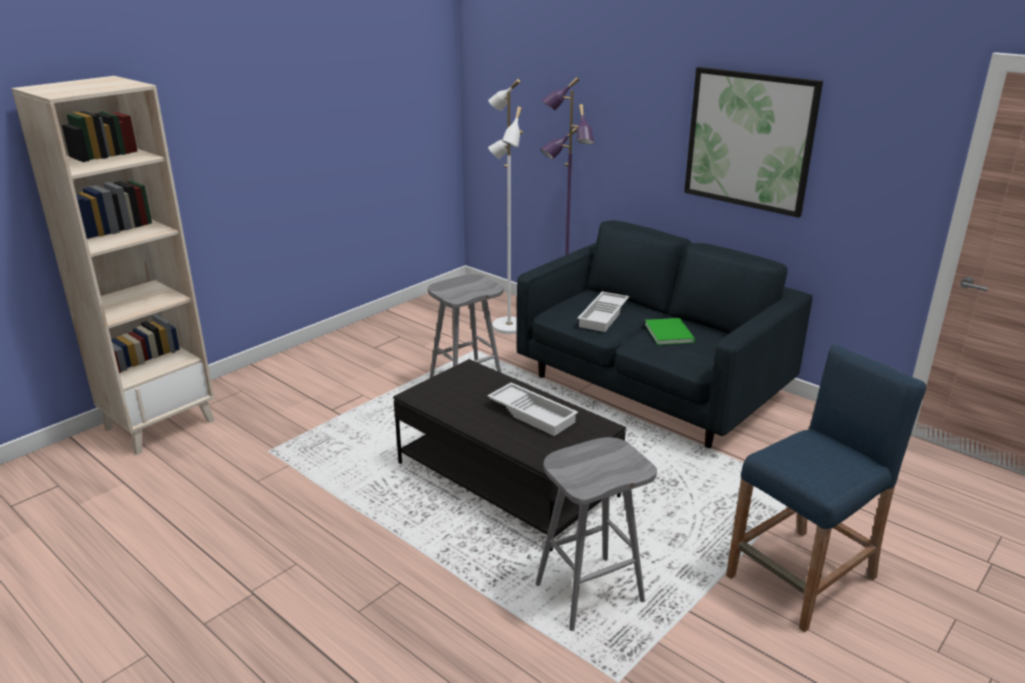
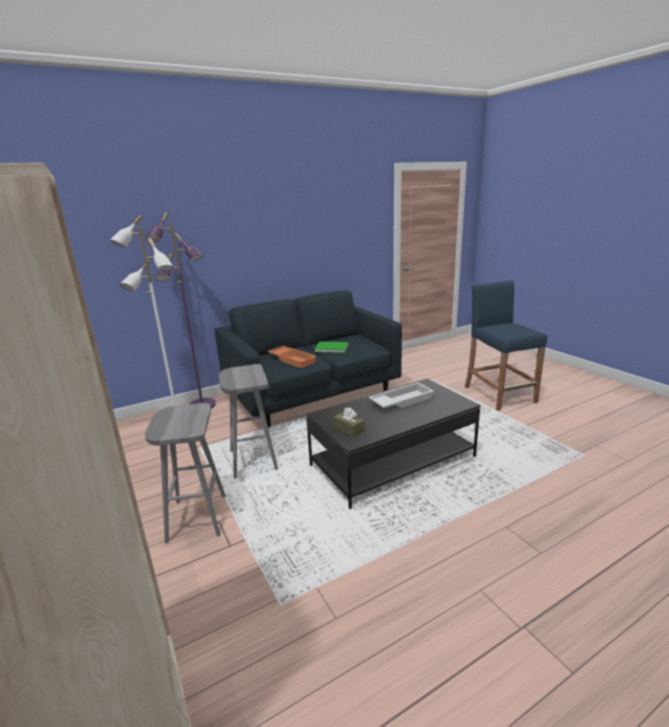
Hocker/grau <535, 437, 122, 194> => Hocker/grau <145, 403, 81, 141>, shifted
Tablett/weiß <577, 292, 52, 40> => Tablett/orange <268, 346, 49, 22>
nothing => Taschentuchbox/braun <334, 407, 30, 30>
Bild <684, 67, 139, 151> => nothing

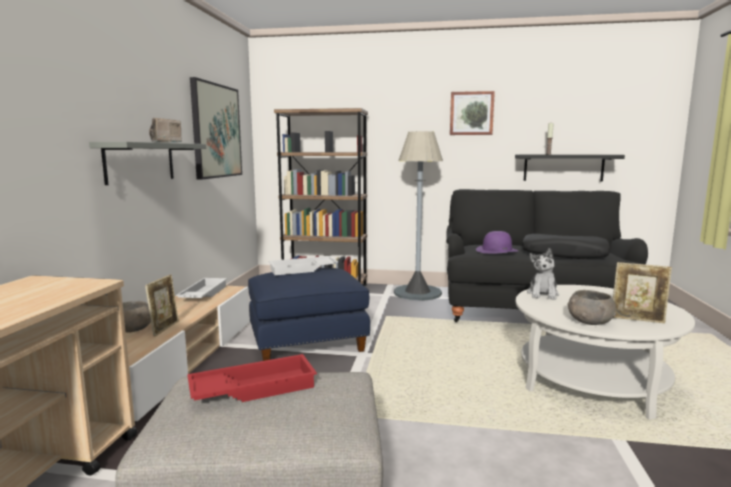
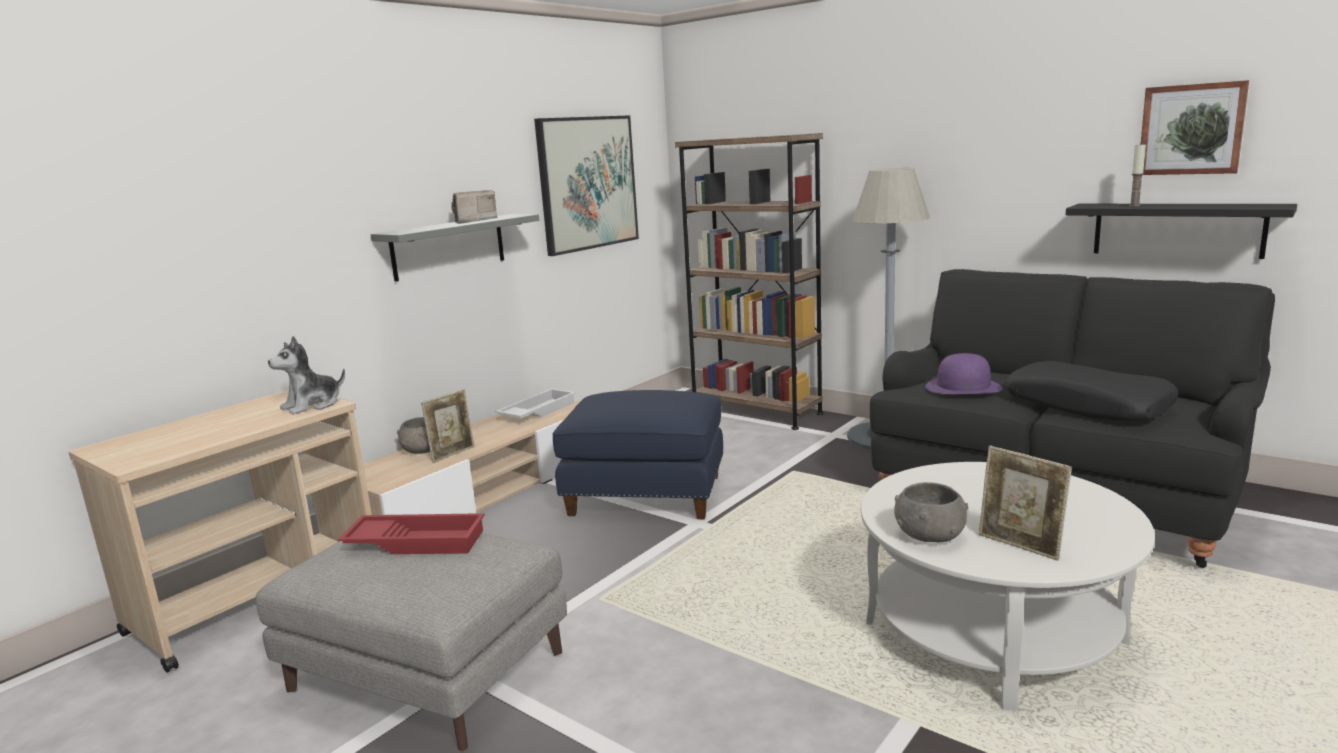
Plüschtier <527, 248, 32, 52> => Plüschtier <268, 336, 77, 79>, shifted
Bild <450, 91, 45, 44> => Bild <1141, 80, 108, 95>, shifted
Tablett/weiß <269, 256, 69, 19> => nothing

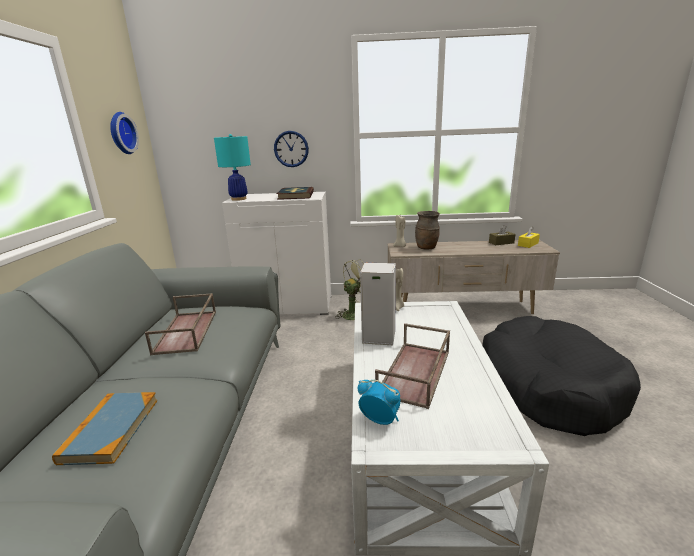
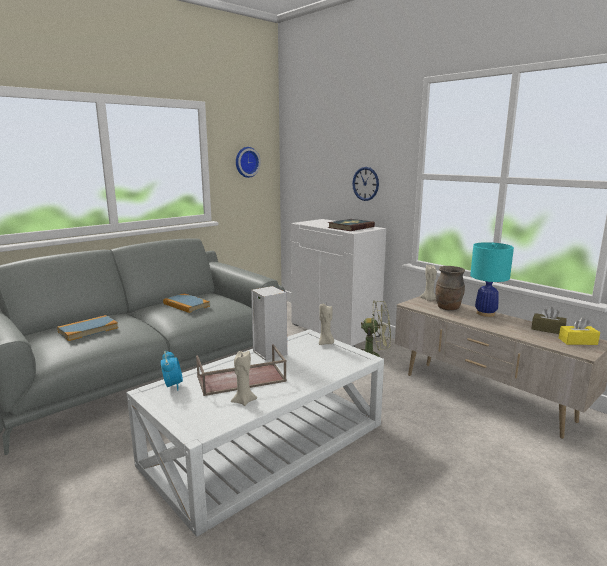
Tablett/braun <145, 293, 71, 62> => Buch <163, 294, 47, 19>
nothing => Kerze/beige <231, 351, 26, 55>
Tischlampe/türkis <214, 134, 37, 67> => Tischlampe/türkis <470, 242, 44, 75>, shifted
Hundebett/schwarz <482, 316, 159, 120> => nothing

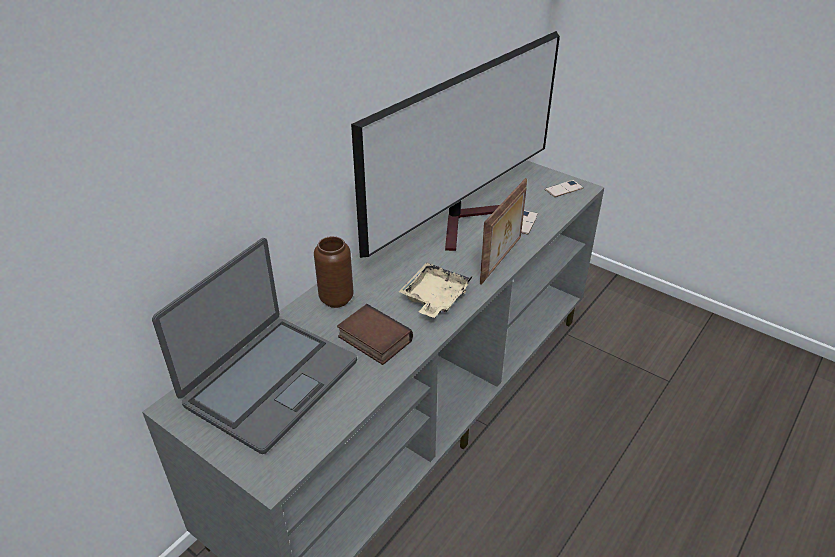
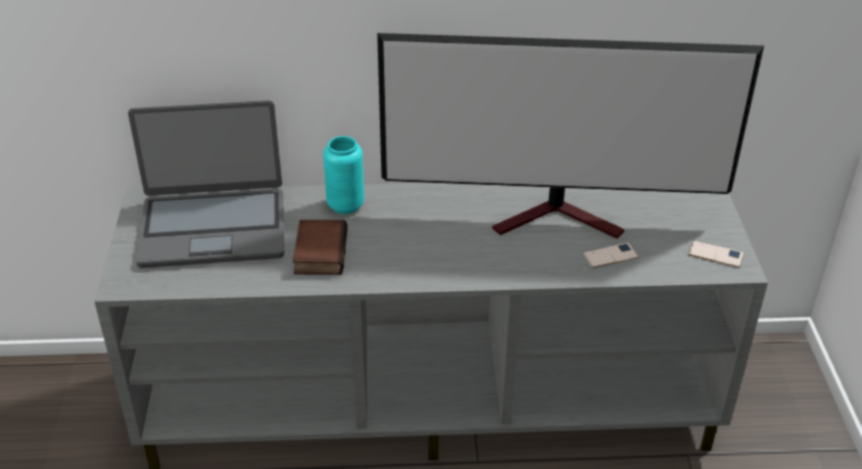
Vase/braun <314, 236, 39, 72> => Vase/türkis <323, 136, 41, 78>
Tablett/beige <399, 262, 73, 56> => nothing
Bilderrahmen <480, 178, 47, 107> => nothing

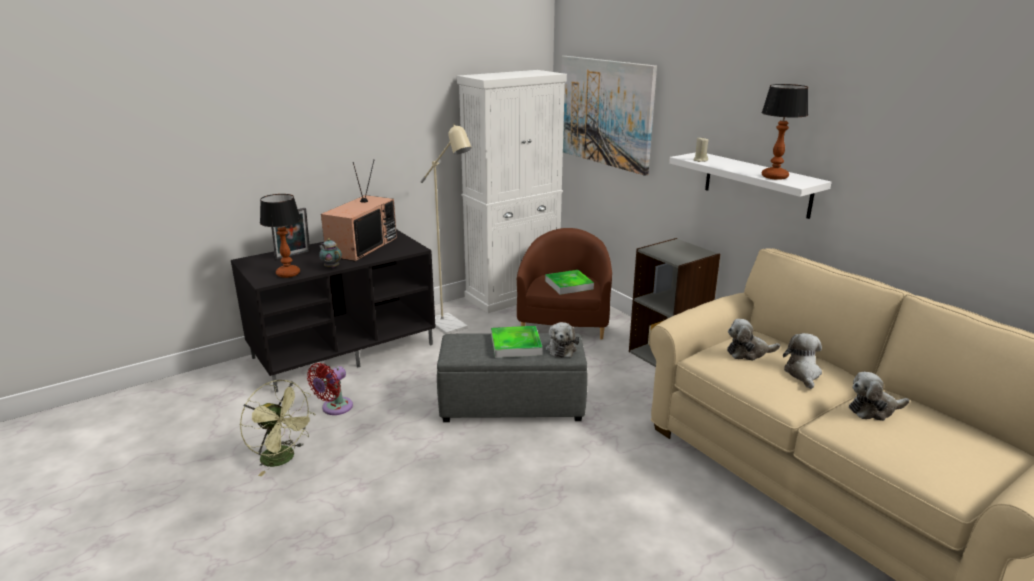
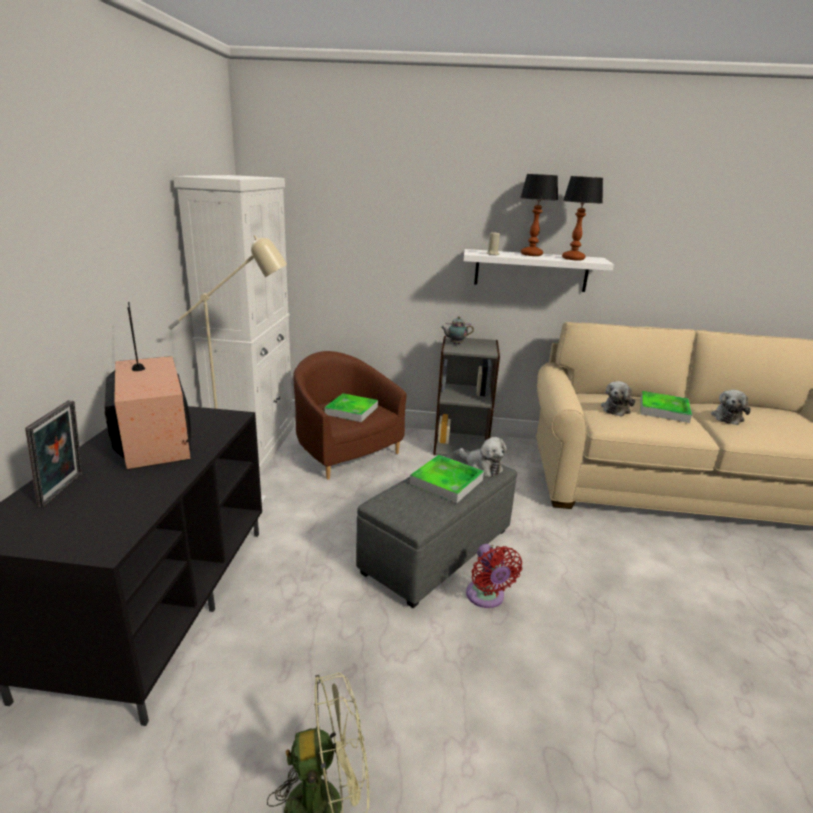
Teekanne <319, 238, 23, 30> => Teekanne <441, 316, 33, 28>, shifted
Ventilator/rot <307, 363, 46, 52> => Ventilator/rot <466, 544, 56, 64>, shifted
Tischlampe <260, 194, 41, 84> => Tischlampe <520, 174, 38, 82>, shifted
Plüschtier <783, 333, 39, 56> => Tablett <641, 391, 51, 32>
Bild <561, 56, 96, 120> => nothing

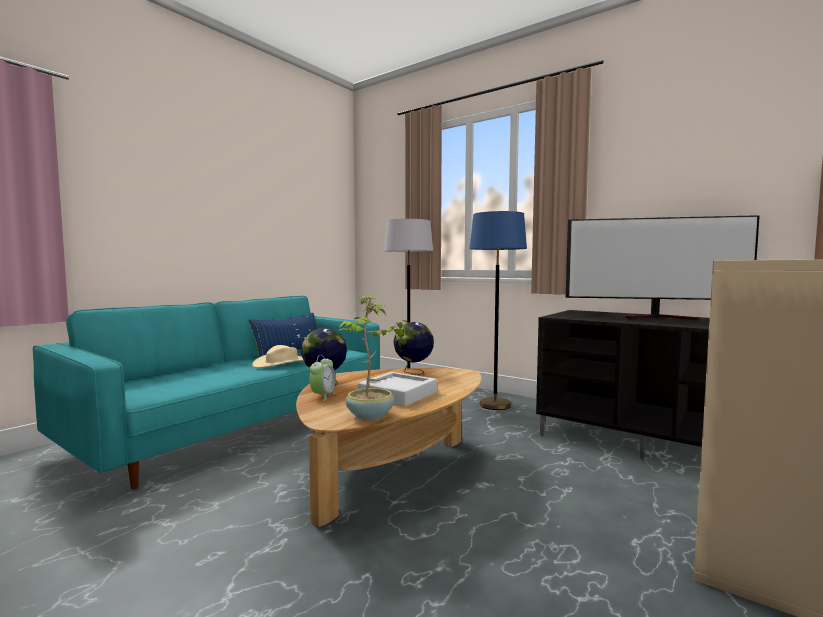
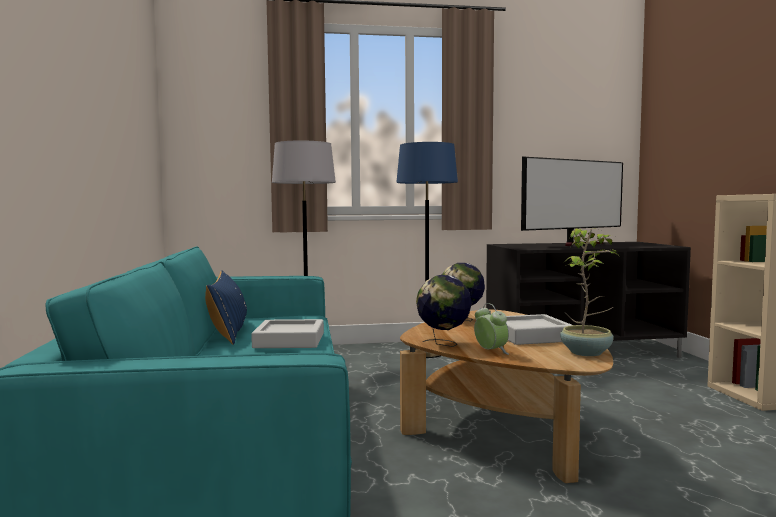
Hut/beige <252, 345, 52, 23> => Tablett/grau <251, 319, 73, 29>

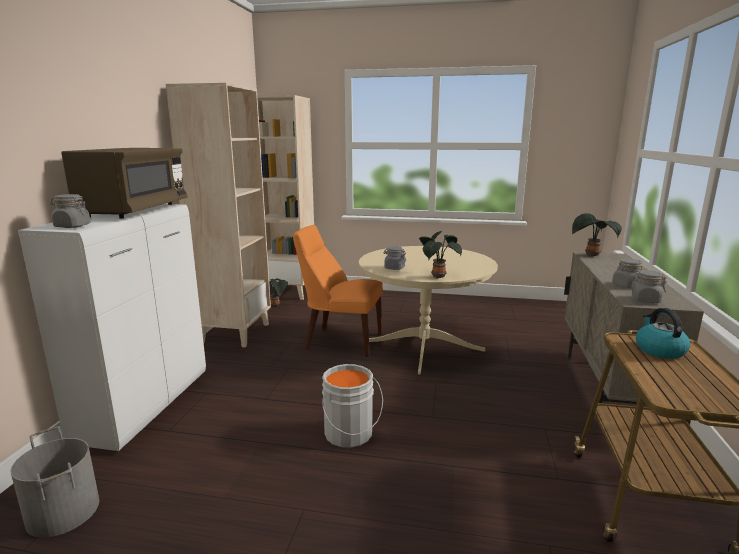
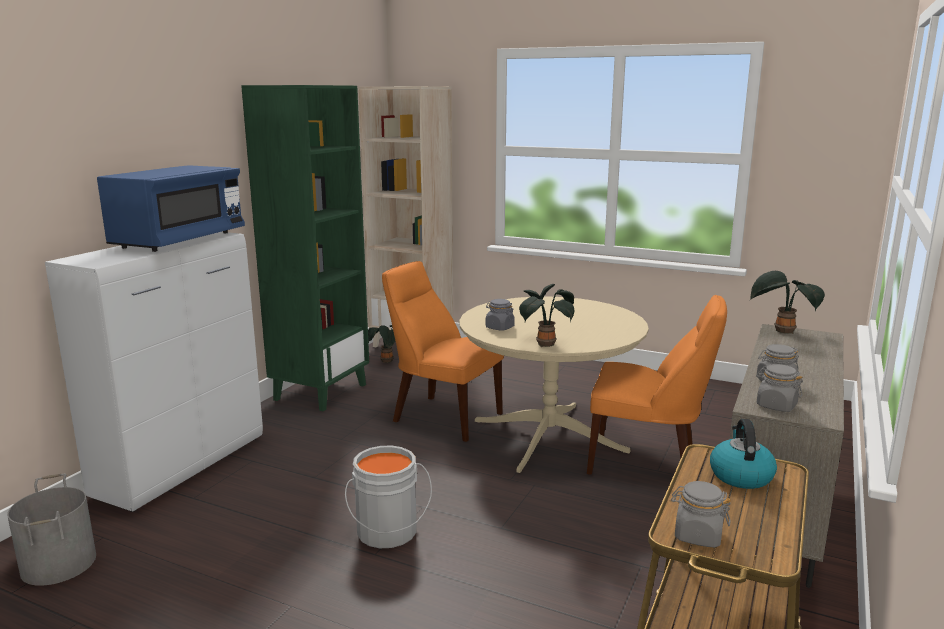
Mikrowelle/braun <61, 148, 127, 70> => Mikrowelle/blau <97, 165, 148, 87>
Bücherregal/beige <166, 83, 105, 264> => Bücherregal/grün <241, 85, 128, 326>
nothing => Stuhl/orange <587, 295, 140, 180>
Vorratsglas/grau <50, 194, 41, 34> => Vorratsglas/grau <671, 481, 60, 67>, shifted

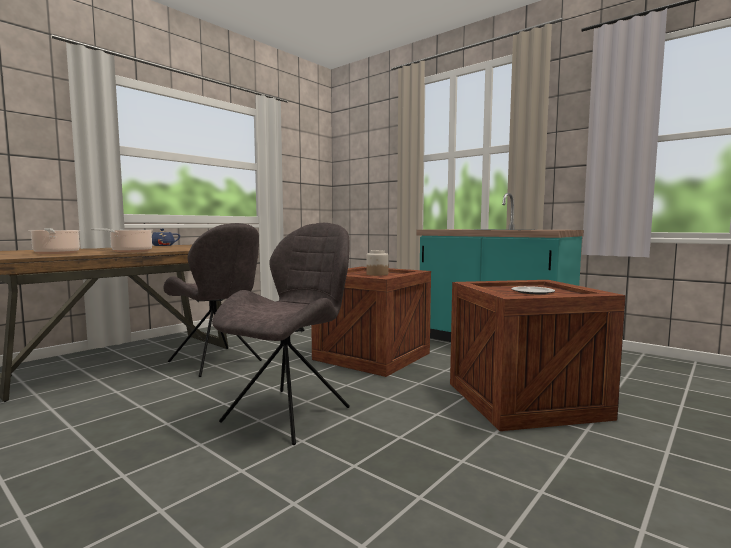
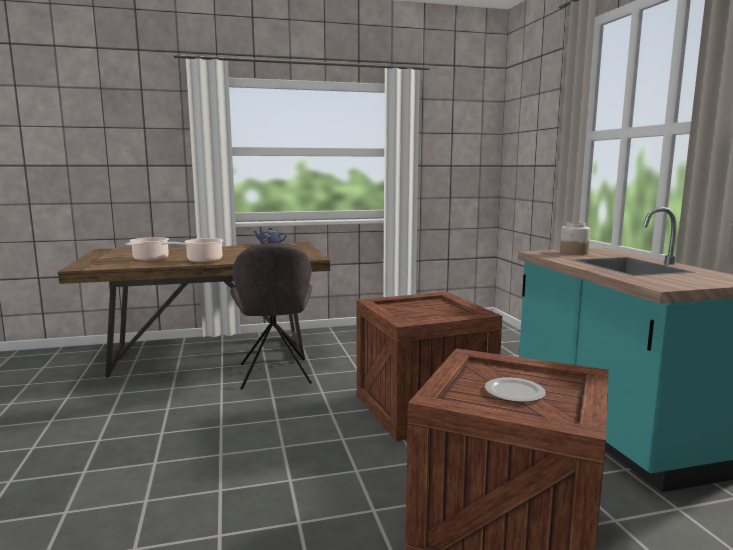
Vorratsglas <366, 250, 23, 26> => Vorratsglas <560, 222, 31, 33>, shifted
Stuhl/grau <212, 223, 138, 222> => nothing

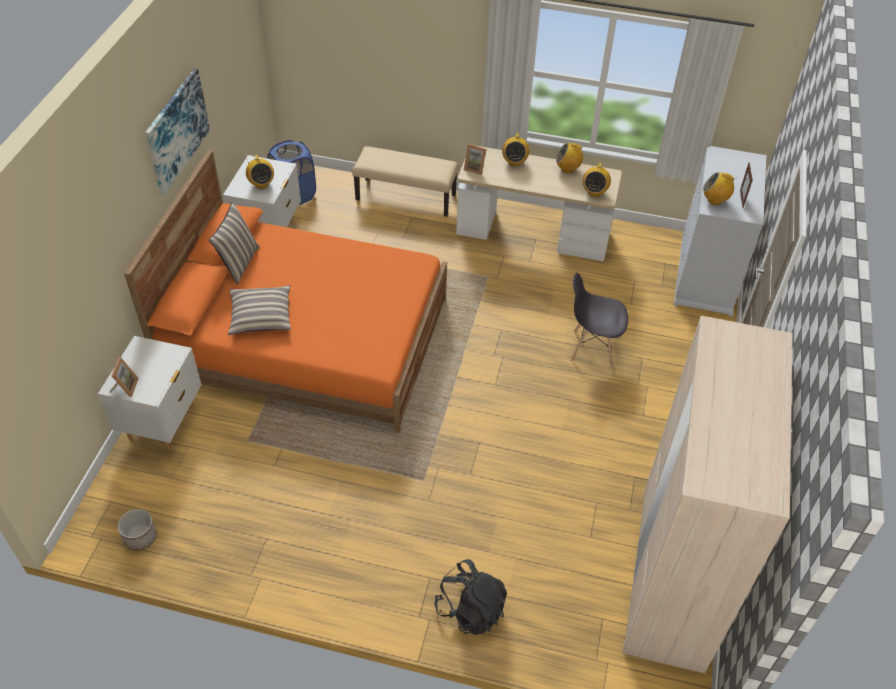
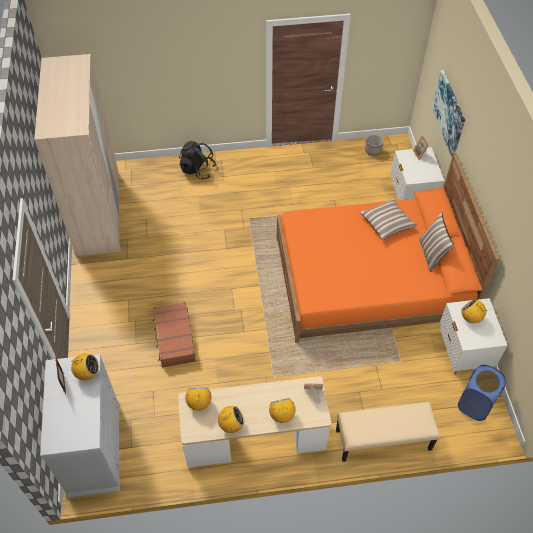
Stuhl/grau <570, 272, 58, 95> => Koffer/braun <153, 302, 43, 66>
Bild <145, 68, 65, 127> => Bild <432, 70, 33, 87>, shifted

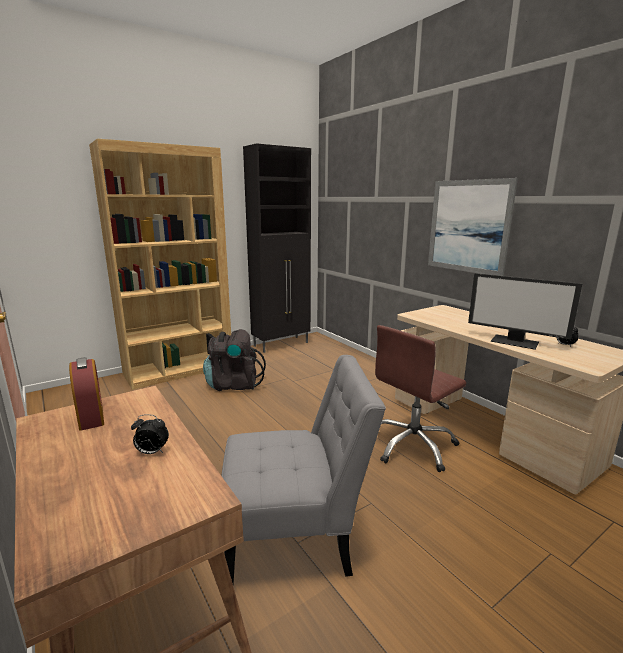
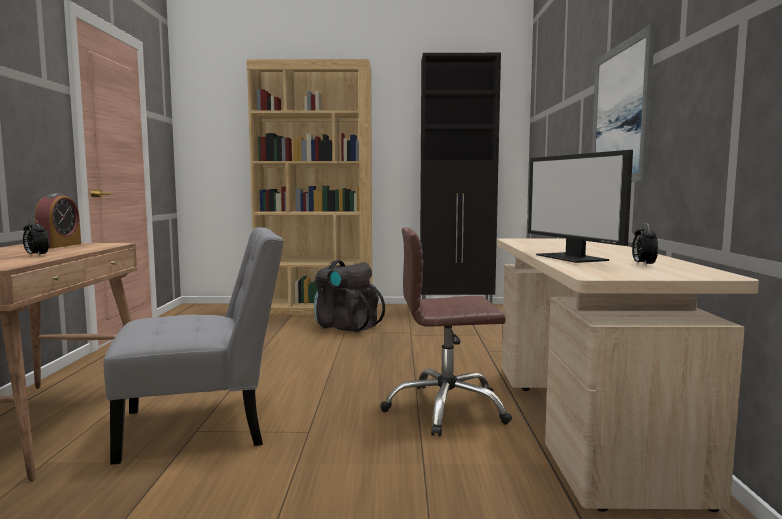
Stuhl/grau <221, 355, 165, 229> => Stuhl/grau <104, 227, 180, 238>, 45 degrees counterclockwise

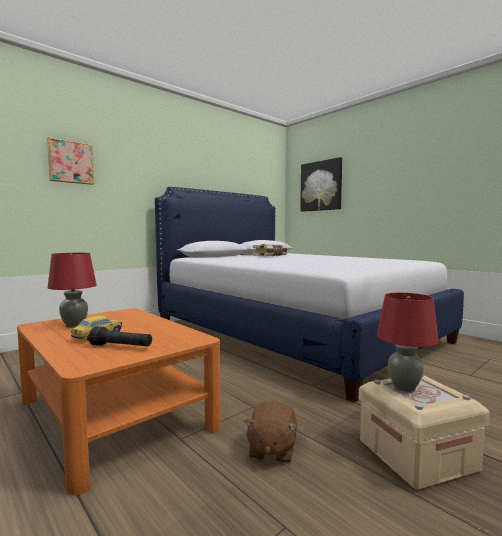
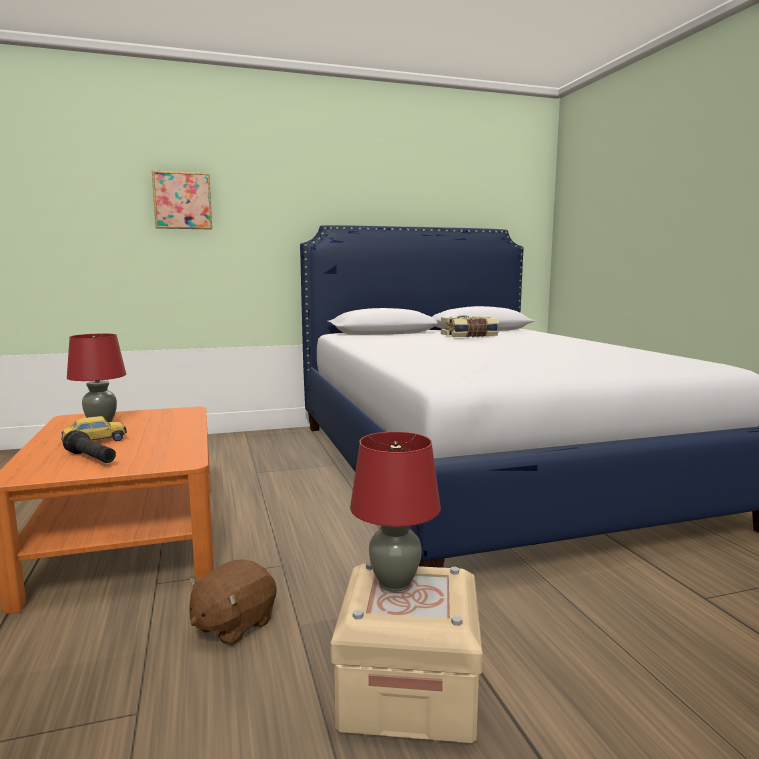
Bild <300, 157, 42, 55> => nothing

